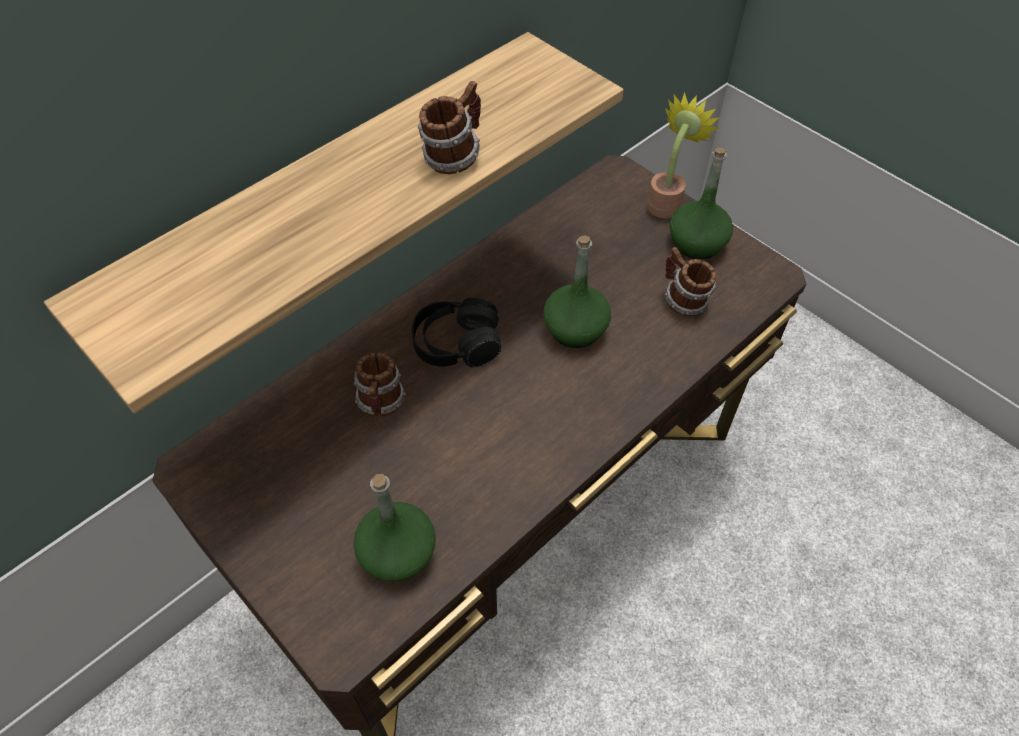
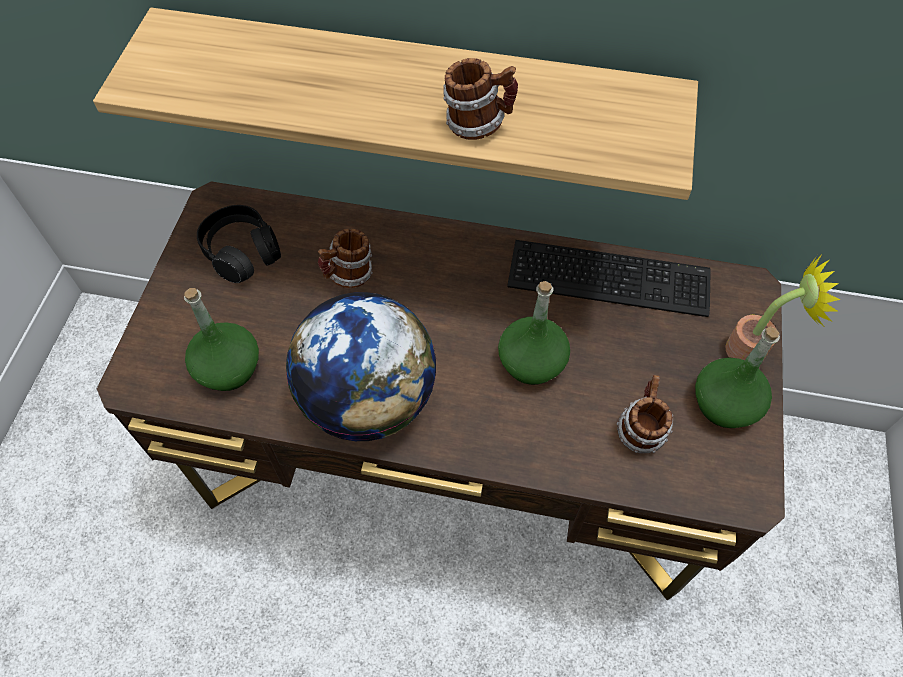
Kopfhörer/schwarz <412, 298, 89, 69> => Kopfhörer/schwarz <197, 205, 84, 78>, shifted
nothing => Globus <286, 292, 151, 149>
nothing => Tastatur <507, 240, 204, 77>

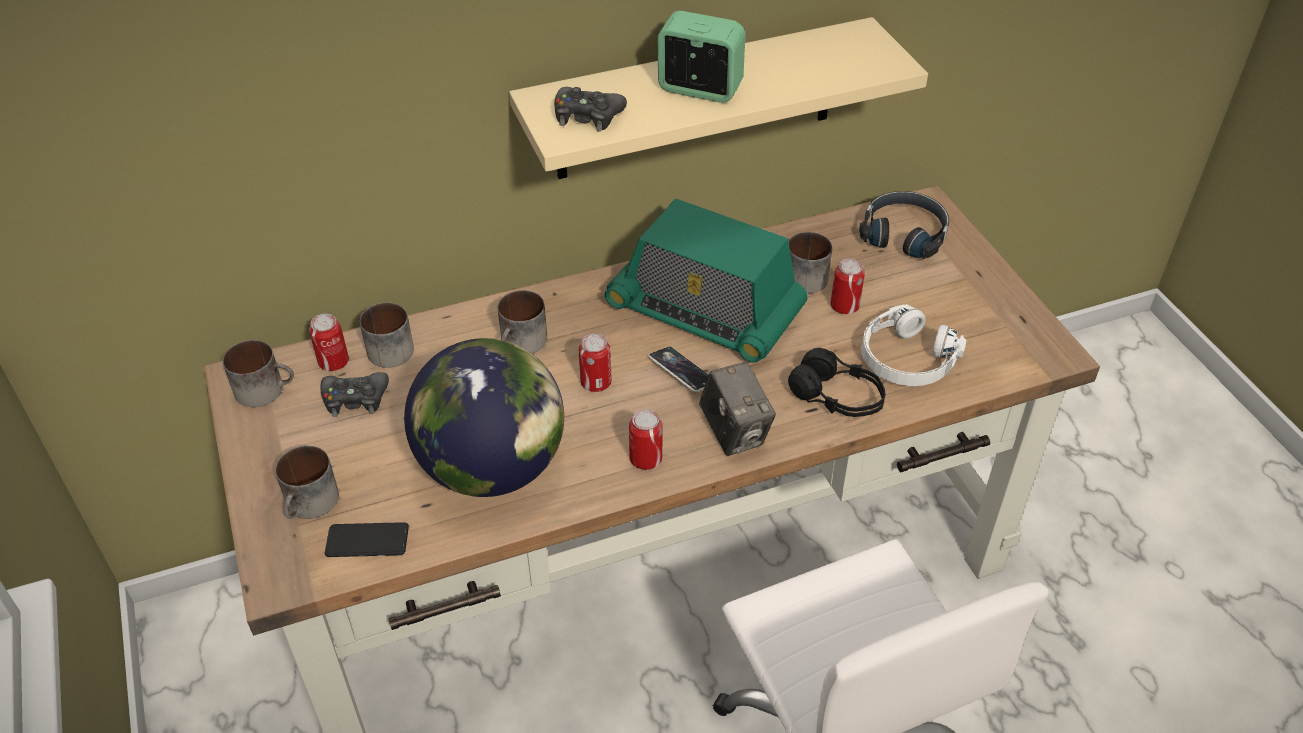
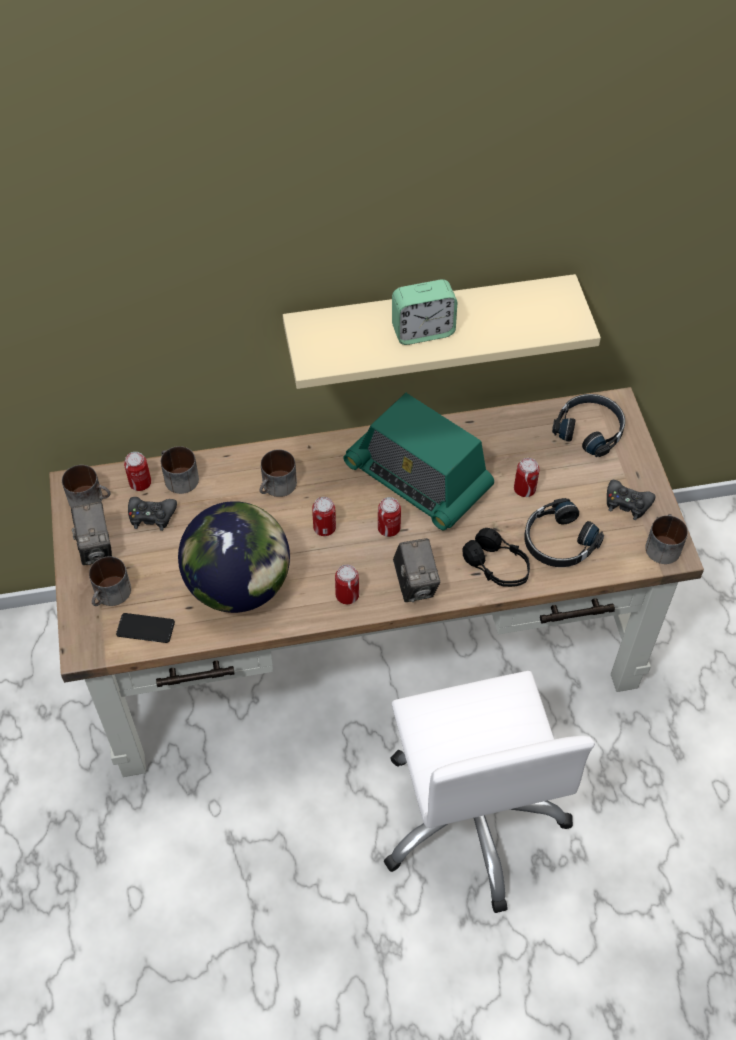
nothing => Kamera <71, 502, 41, 63>
Handy <648, 346, 61, 46> => Dose <378, 497, 23, 40>
Wecker <658, 11, 88, 92> => Wecker <392, 279, 65, 66>, 135 degrees clockwise
Kopfhörer/weiß <861, 304, 105, 82> => Kopfhörer/schwarz <524, 498, 80, 69>
Gamepad/schwarz <554, 87, 73, 45> => Gamepad/schwarz <607, 480, 49, 40>, shifted
Henkelbecher <788, 232, 44, 61> => Henkelbecher <645, 514, 43, 50>, shifted

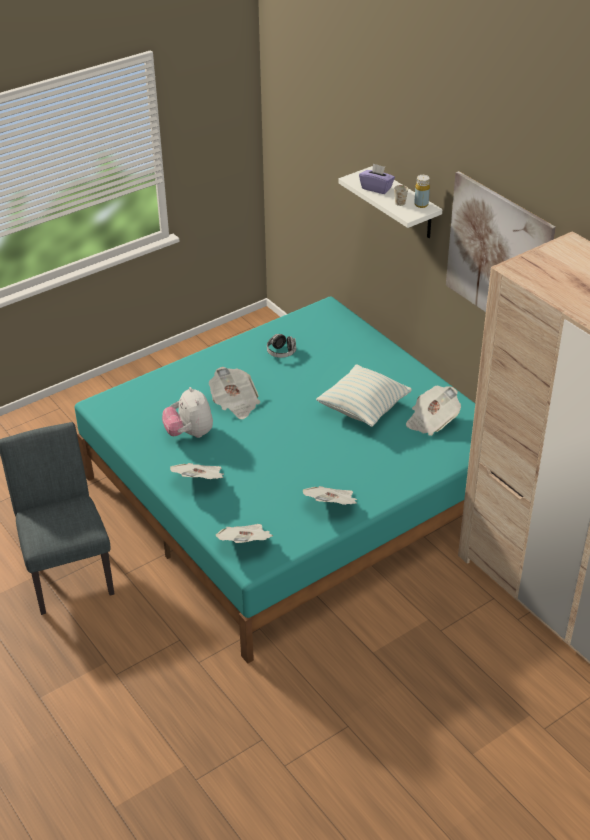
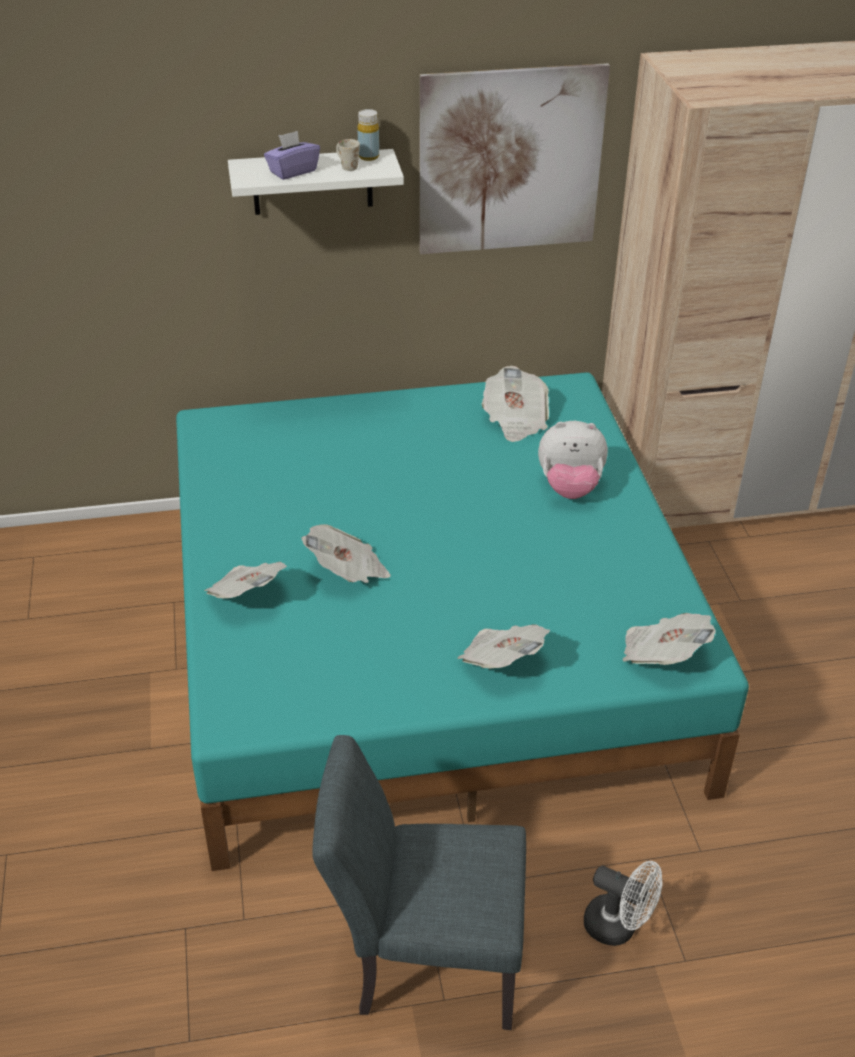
Zeitung <302, 486, 55, 19> => Zeitung <204, 562, 83, 37>, shifted
Plüschtier <162, 387, 51, 51> => Plüschtier <538, 421, 70, 78>, shifted
nothing => Ventilator/weiß <584, 861, 78, 85>
Kopfhörer <267, 334, 29, 24> => nothing
Kissen <316, 364, 96, 63> => nothing

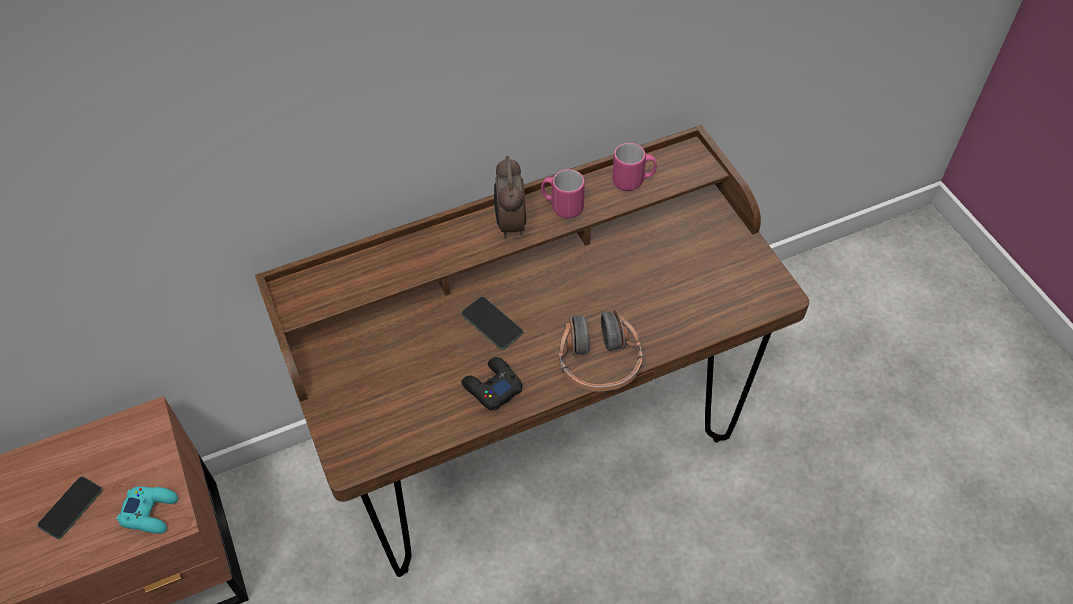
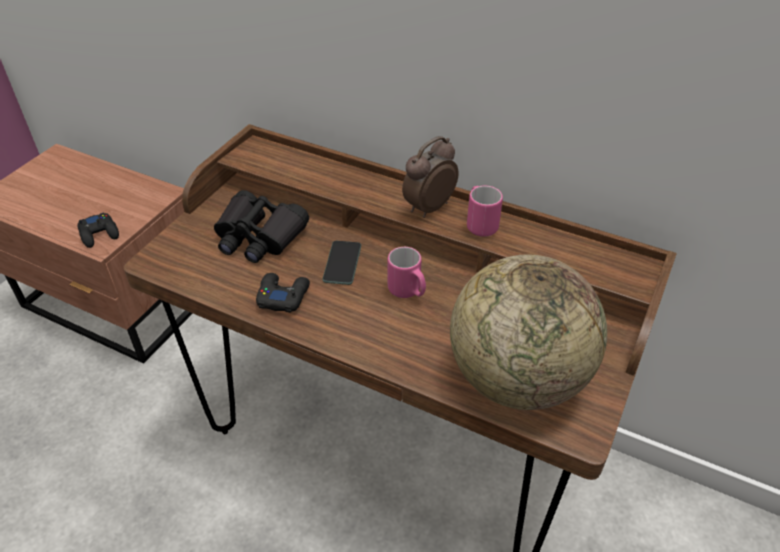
Gamepad/türkis <117, 487, 61, 47> => Gamepad/schwarz <77, 212, 42, 36>
nothing => Fernglas/schwarz <214, 190, 95, 73>
Henkelbecher/rosa <612, 143, 45, 48> => Henkelbecher/rosa <388, 247, 38, 51>, shifted
nothing => Globus <450, 254, 157, 156>
Handy <38, 477, 64, 62> => nothing
Kopfhörer <558, 309, 86, 83> => nothing

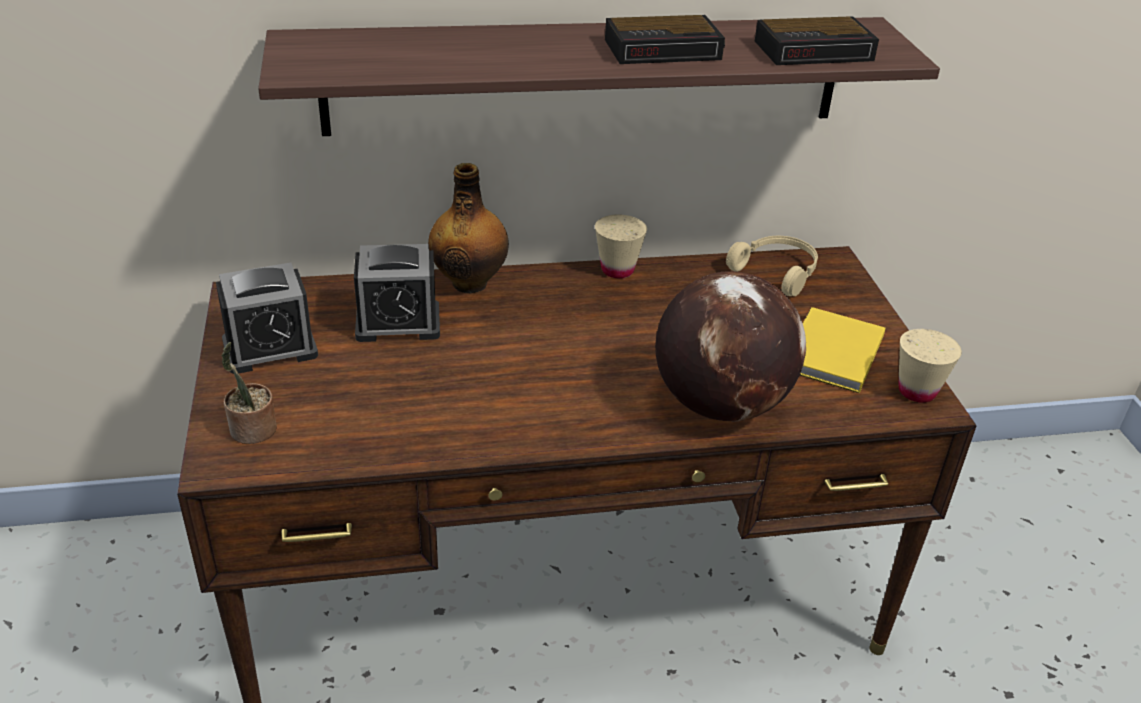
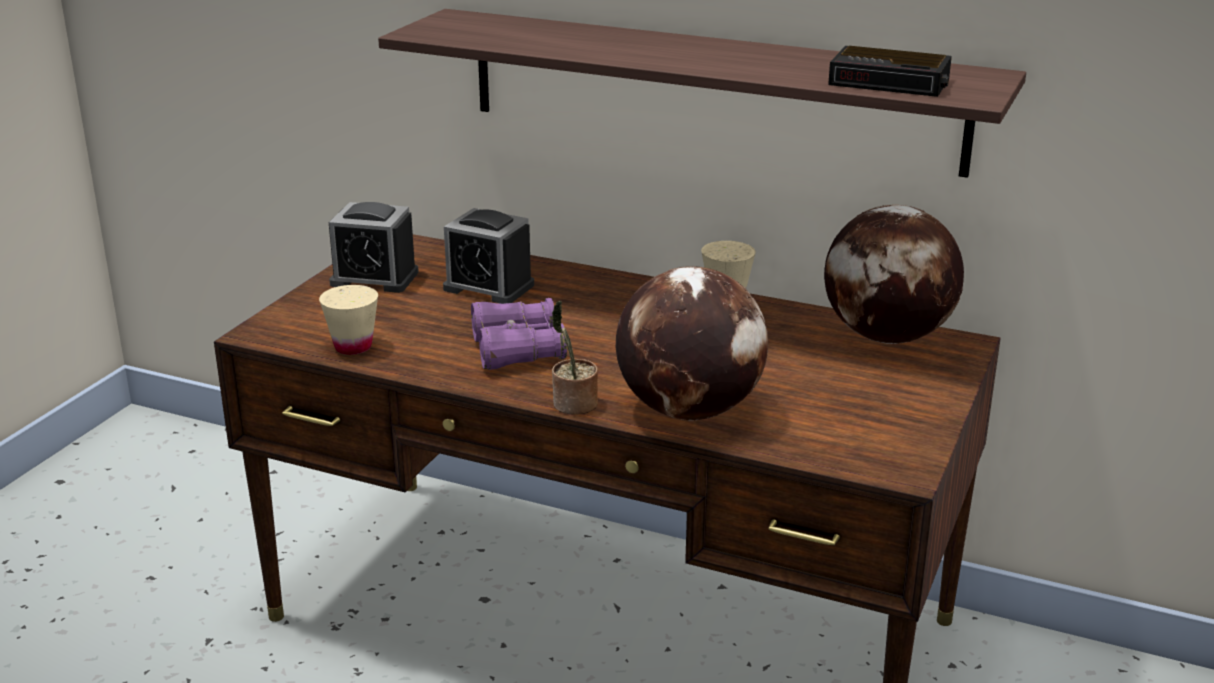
Tasse/beige <899, 329, 63, 74> => Tasse/beige <319, 285, 59, 70>, shifted
nothing => Fernglas/lila <471, 298, 96, 72>
Topfpflanze <221, 342, 56, 102> => Topfpflanze <552, 300, 46, 115>, shifted
Kopfhörer/beige <726, 236, 92, 60> => Globus <824, 205, 140, 139>
Flasche <428, 163, 81, 130> => nothing
Wecker <605, 15, 120, 49> => nothing
Buch/gelb <800, 307, 85, 86> => nothing

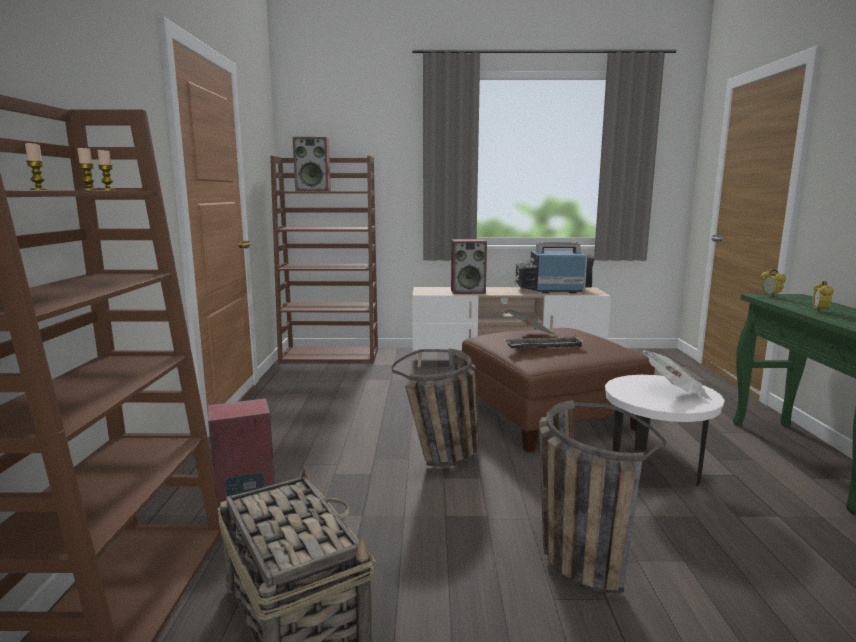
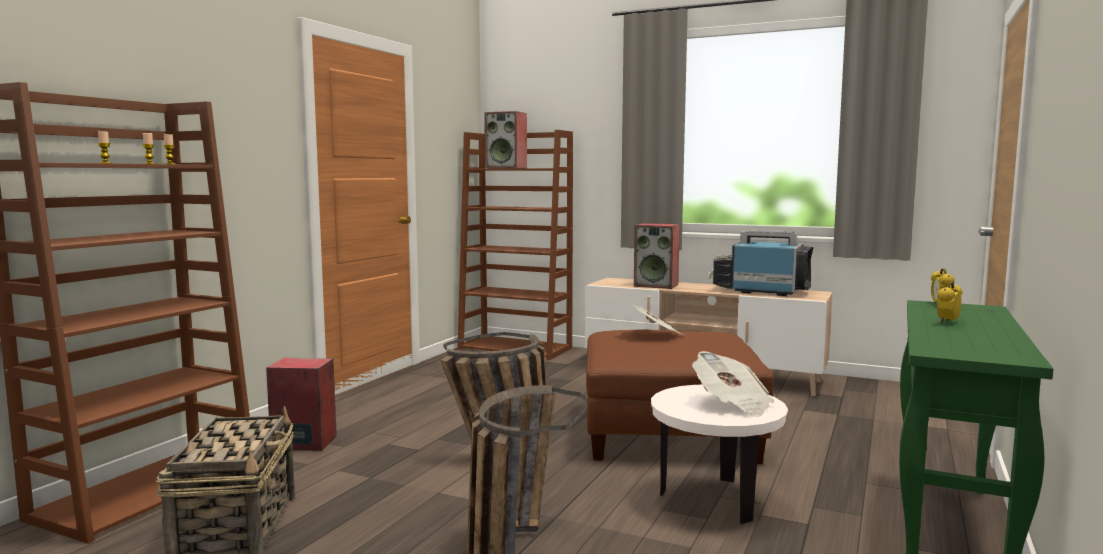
Tablett <504, 336, 80, 12> => nothing

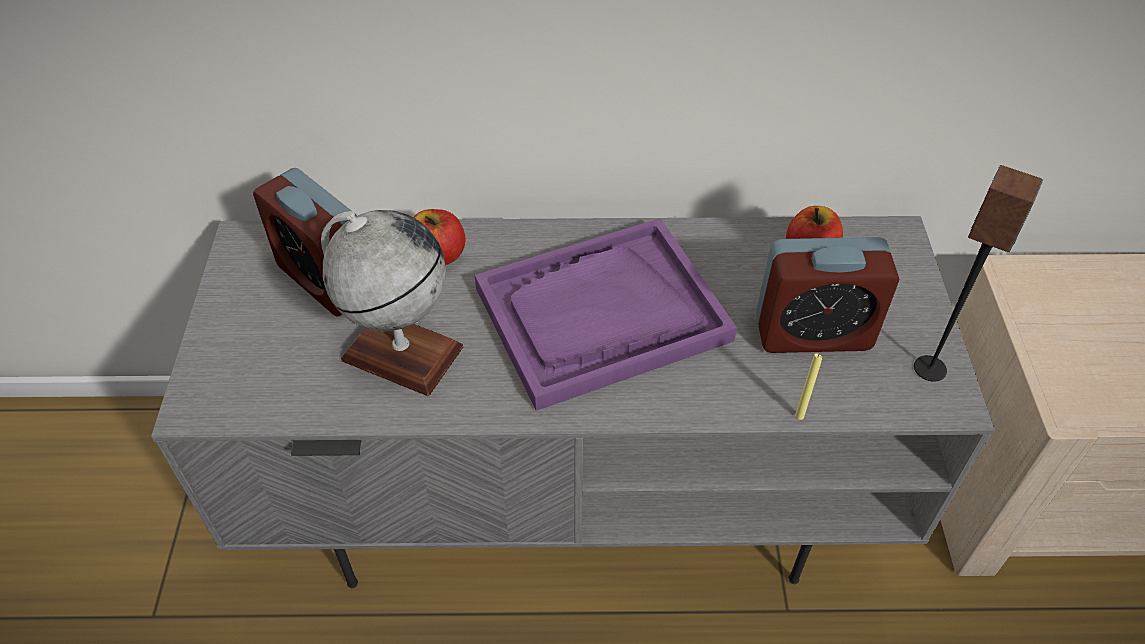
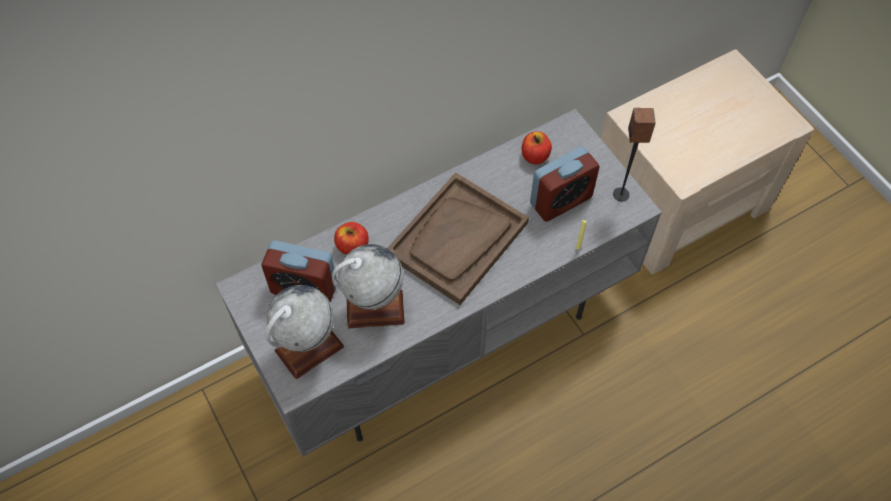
nothing => Globus <265, 285, 79, 94>
Tablett/lila <475, 218, 262, 193> => Tablett/braun <387, 172, 142, 133>

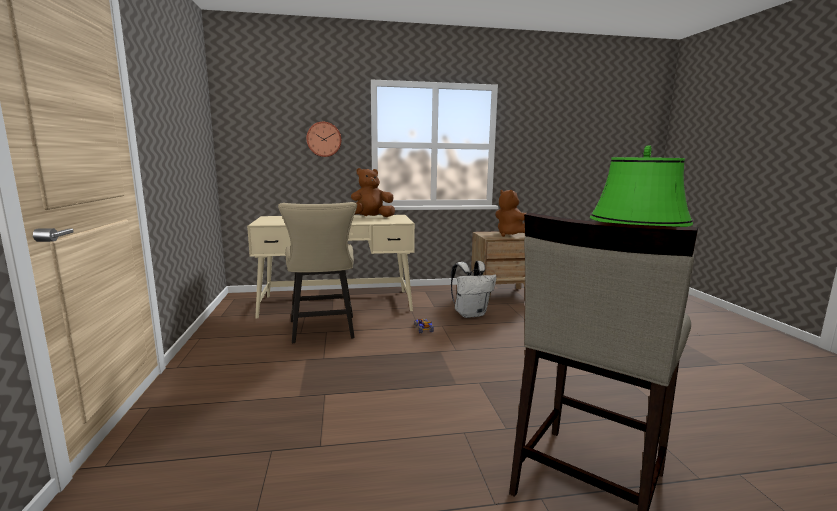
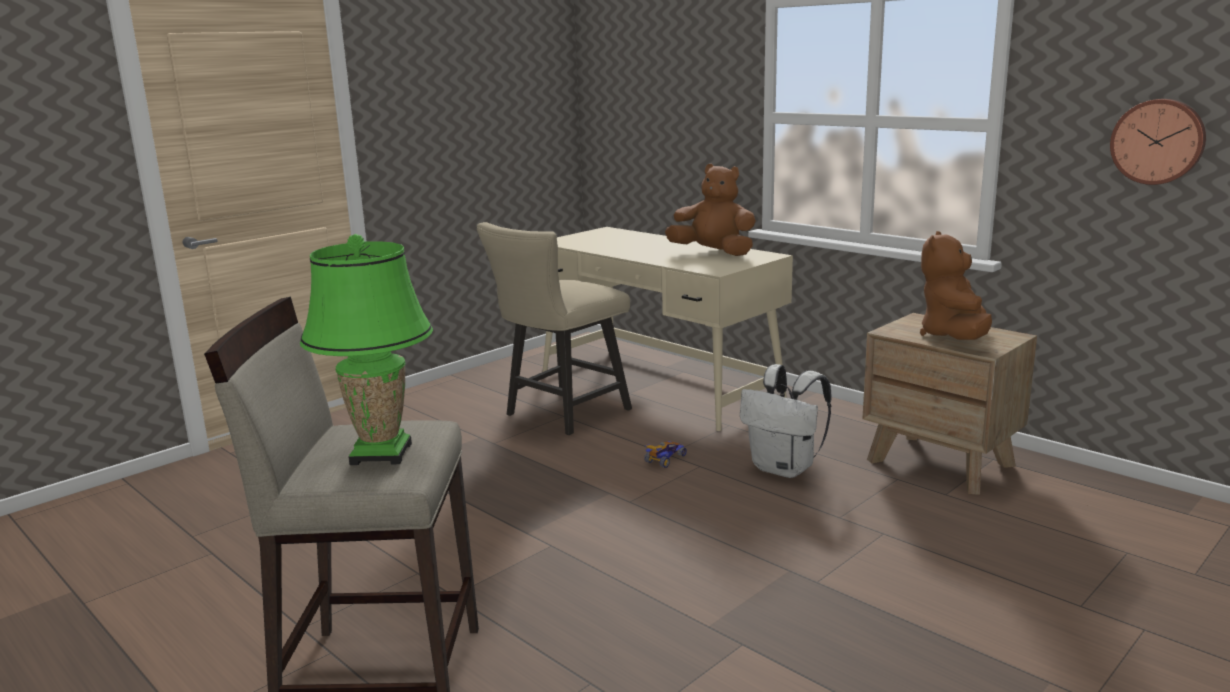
Wanduhr <306, 122, 35, 35> => Wanduhr <1110, 99, 96, 86>, shifted

